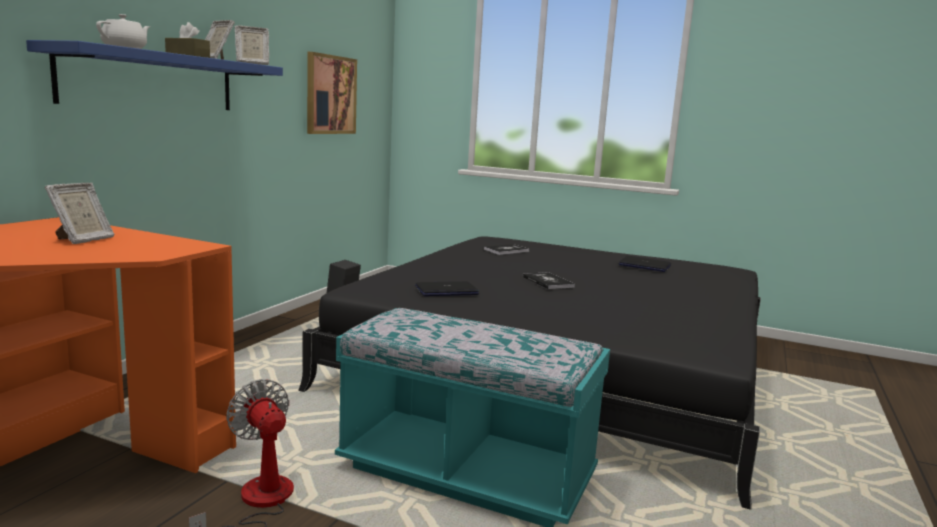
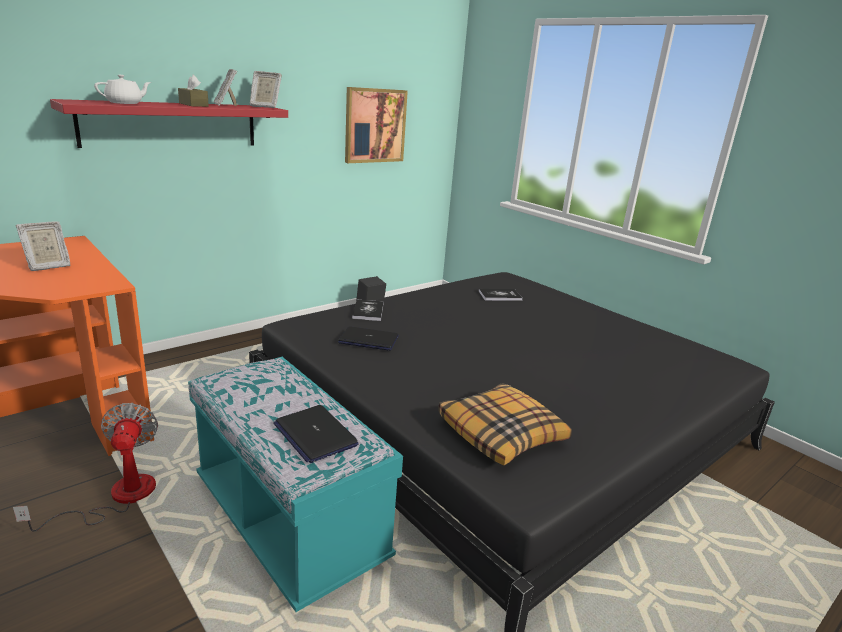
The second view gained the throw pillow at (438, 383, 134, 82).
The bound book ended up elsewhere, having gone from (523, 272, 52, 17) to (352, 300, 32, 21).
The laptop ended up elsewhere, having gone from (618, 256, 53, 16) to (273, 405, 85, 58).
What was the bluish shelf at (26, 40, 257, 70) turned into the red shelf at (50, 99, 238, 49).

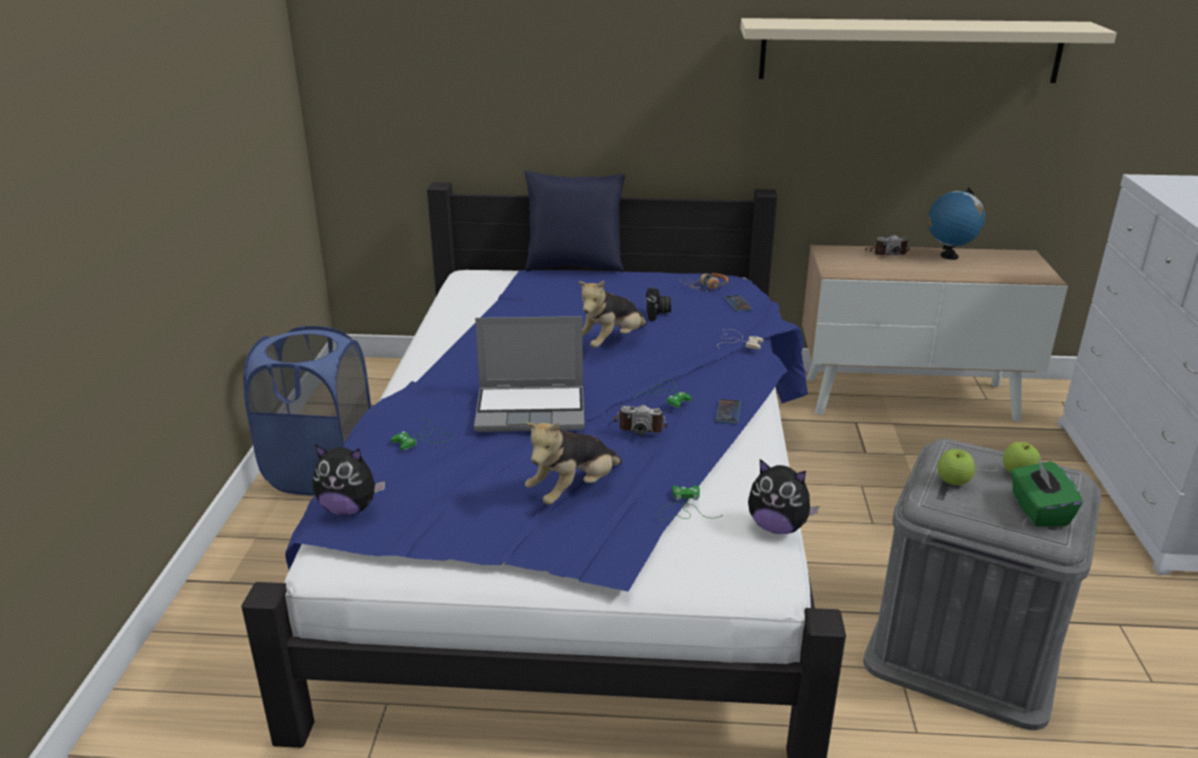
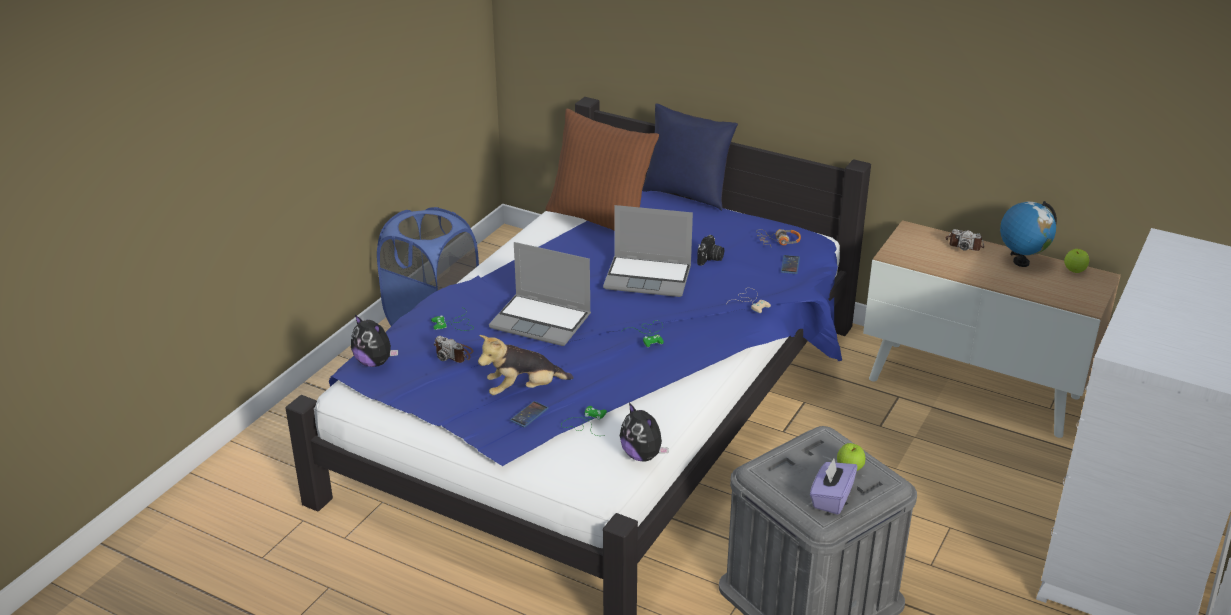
The second view lost the beige-coloured shelf at (740, 18, 377, 65).
The second view gained the brown throw pillow at (545, 108, 114, 122).
The photo camera ended up elsewhere, having gone from (613, 405, 55, 30) to (434, 336, 39, 27).
The phone ended up elsewhere, having gone from (715, 399, 26, 25) to (510, 401, 39, 27).
The apple fruit ended up elsewhere, having gone from (938, 449, 37, 37) to (1064, 249, 25, 24).
Where the soft toy stood at (578, 280, 69, 68), the laptop came to stand at (603, 205, 90, 92).
What was the greenish tissue holder at (1011, 458, 72, 69) turned into the purple-coloured tissue holder at (810, 458, 48, 57).

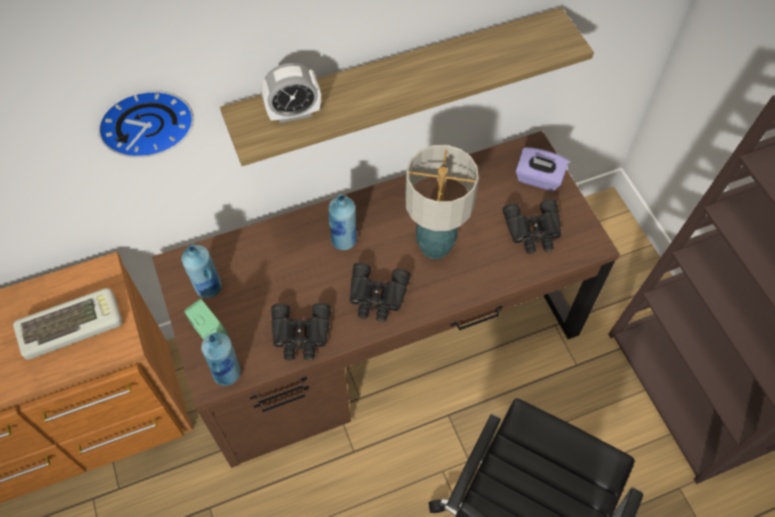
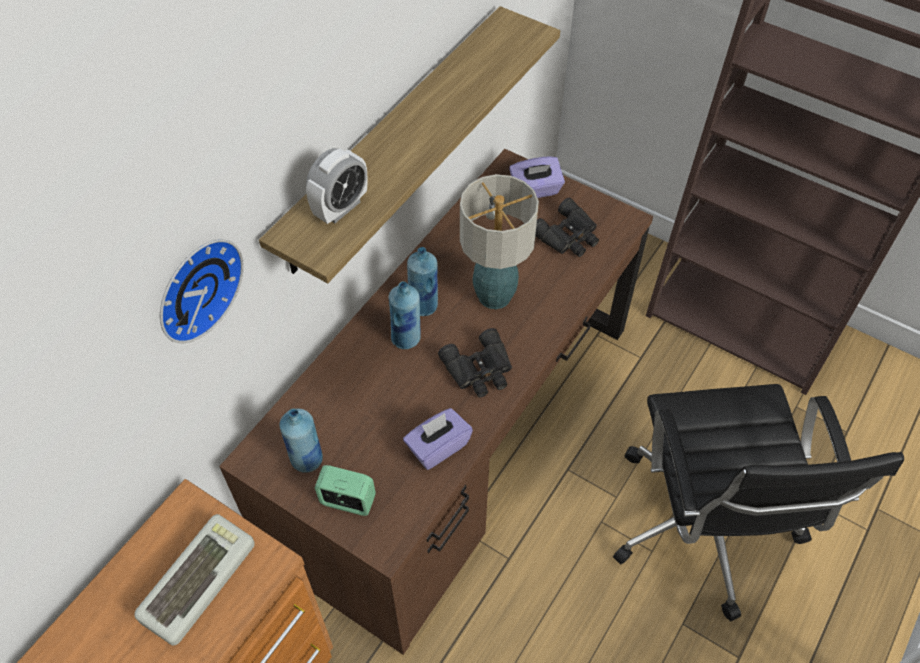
The bluish bottle ended up elsewhere, having gone from (201, 332, 40, 54) to (407, 247, 31, 69).
Where the blackish pair of binoculars stood at (271, 303, 60, 57), the purple-coloured tissue holder came to stand at (403, 408, 70, 62).

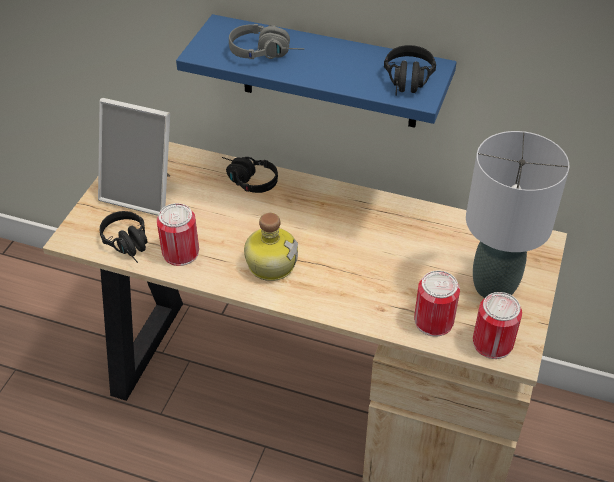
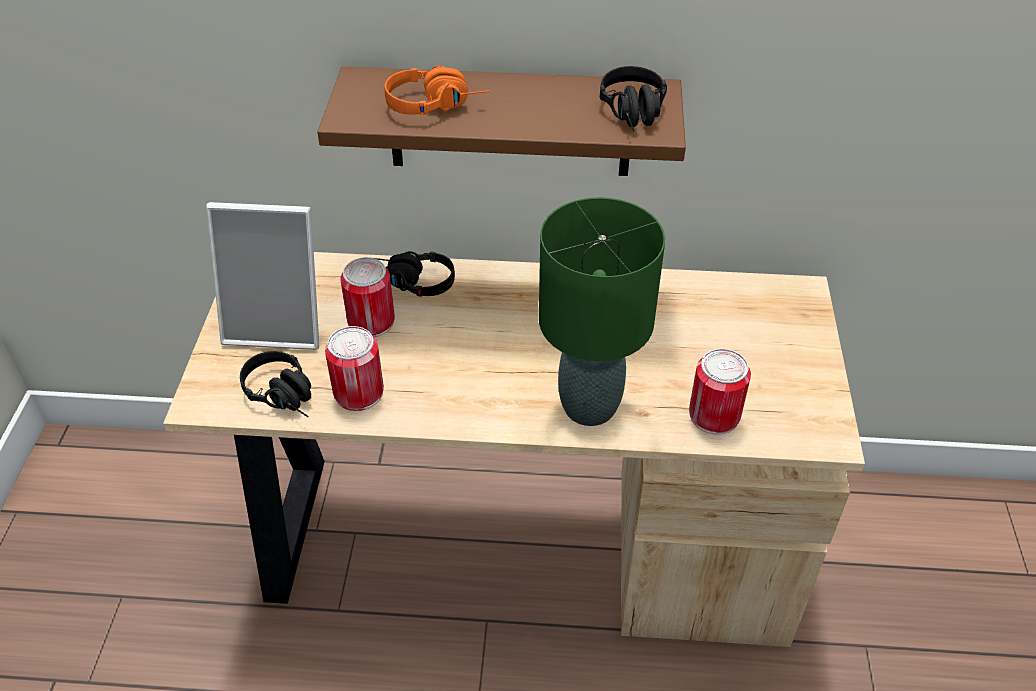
The second view lost the bottle at (244, 213, 54, 68).
The second view lost the grey tabletop lamp at (466, 131, 104, 167).
The second view gained the greenish tabletop lamp at (539, 197, 126, 229).
The metal can ended up elsewhere, having gone from (473, 292, 49, 67) to (340, 257, 55, 80).
What was the bluish shelf at (176, 14, 281, 114) turned into the brown shelf at (317, 67, 369, 109).
What was the grey headset at (229, 24, 75, 35) turned into the orangey headset at (384, 66, 106, 49).

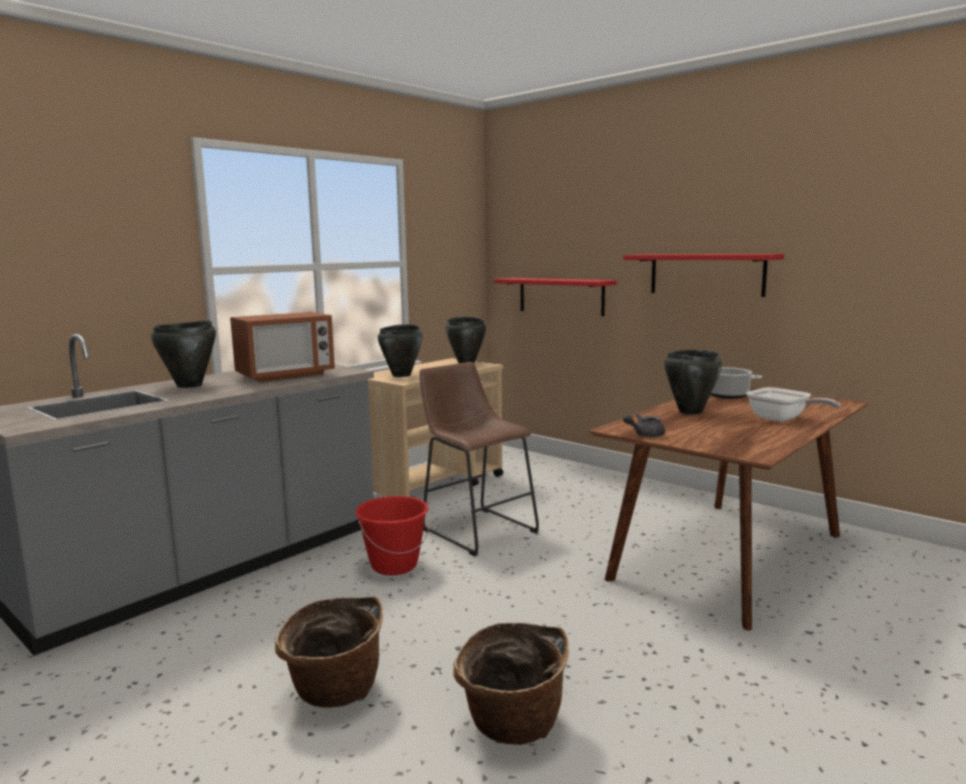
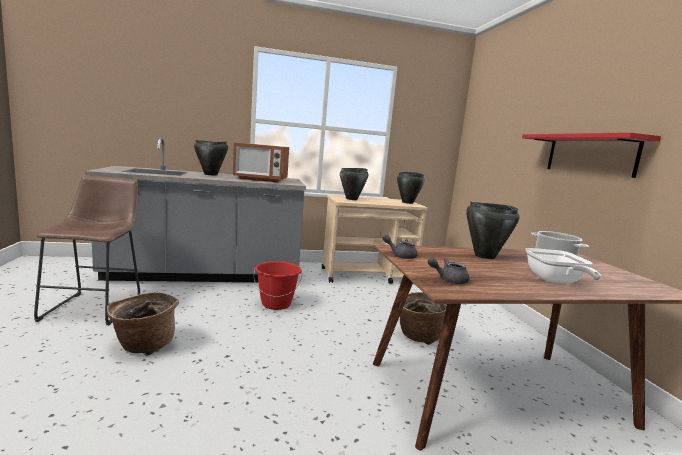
The second view lost the red shelf at (494, 278, 123, 38).
The second view gained the grey pot for tea at (427, 257, 42, 27).
The brown stool ended up elsewhere, having gone from (420, 362, 119, 194) to (34, 175, 106, 150).
The storage basket ended up elsewhere, having gone from (453, 623, 116, 122) to (400, 292, 47, 53).

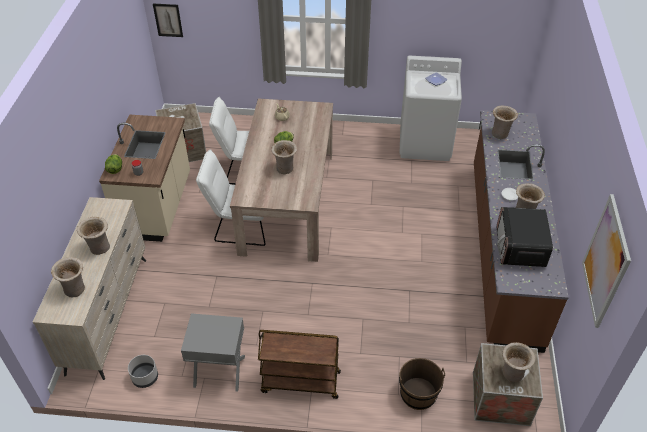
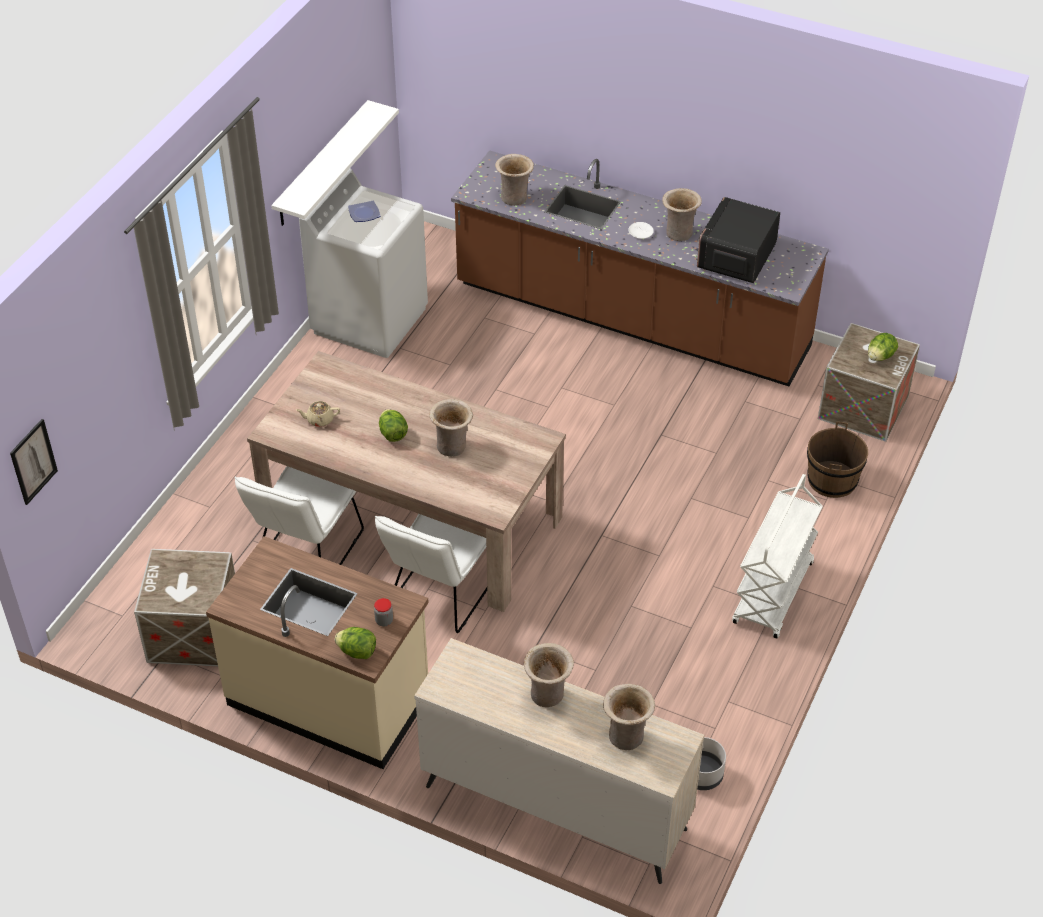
The second view lost the grey bedside table at (181, 313, 64, 79).
The second view lost the wall art at (582, 194, 49, 134).
The second view gained the white-coloured shelf at (271, 100, 128, 126).
Where the beige-coloured vase stood at (503, 342, 32, 40), the lettuce came to stand at (868, 333, 30, 28).
What was the brown wheeled cart at (258, 330, 83, 69) turned into the white-coloured wheeled cart at (732, 474, 91, 165).
The microwave oven at (497, 207, 56, 60) ended up facing another way, 90 degrees clockwise from before.

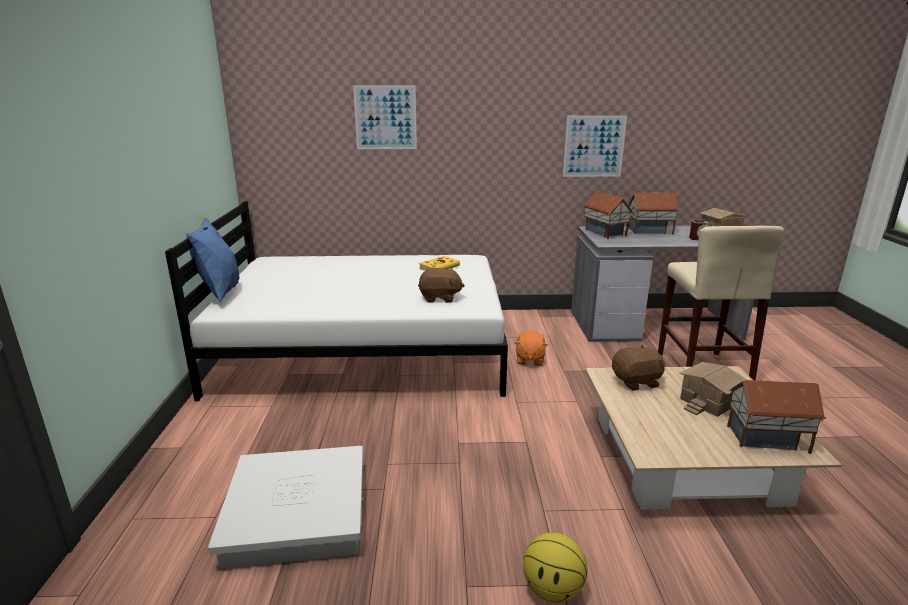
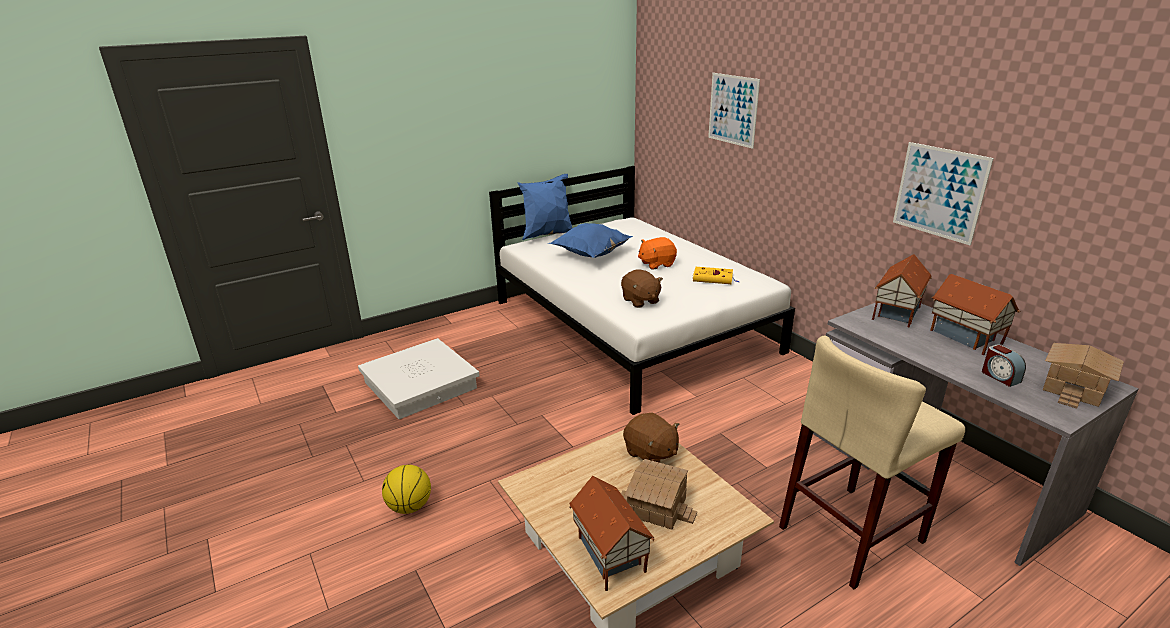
The second view gained the bluish throw pillow at (547, 223, 86, 35).
The orangey soft toy ended up elsewhere, having gone from (515, 331, 33, 35) to (638, 237, 39, 33).

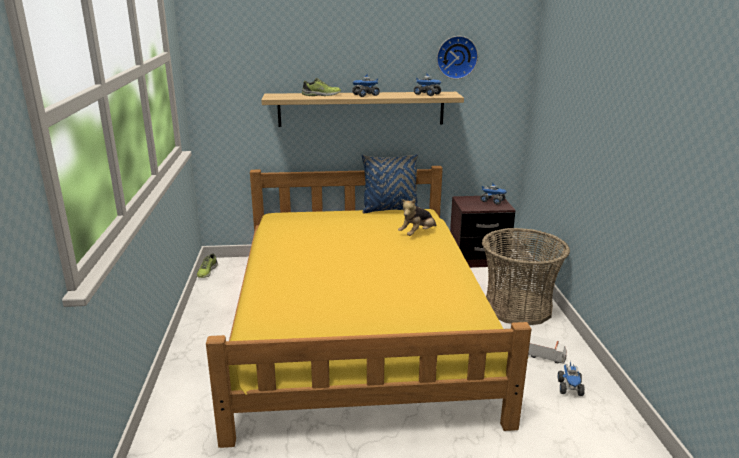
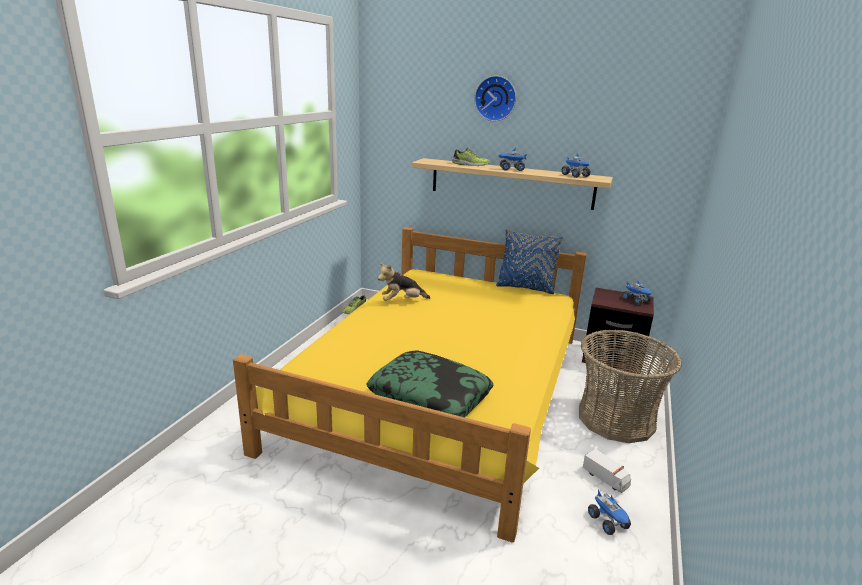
The second view gained the throw pillow at (366, 351, 128, 66).
The soft toy ended up elsewhere, having gone from (398, 199, 39, 37) to (378, 263, 52, 38).
The wall clock ended up elsewhere, having gone from (437, 36, 41, 43) to (474, 76, 42, 45).
The model truck at (558, 361, 27, 35) ended up facing another way, 60 degrees counterclockwise from before.

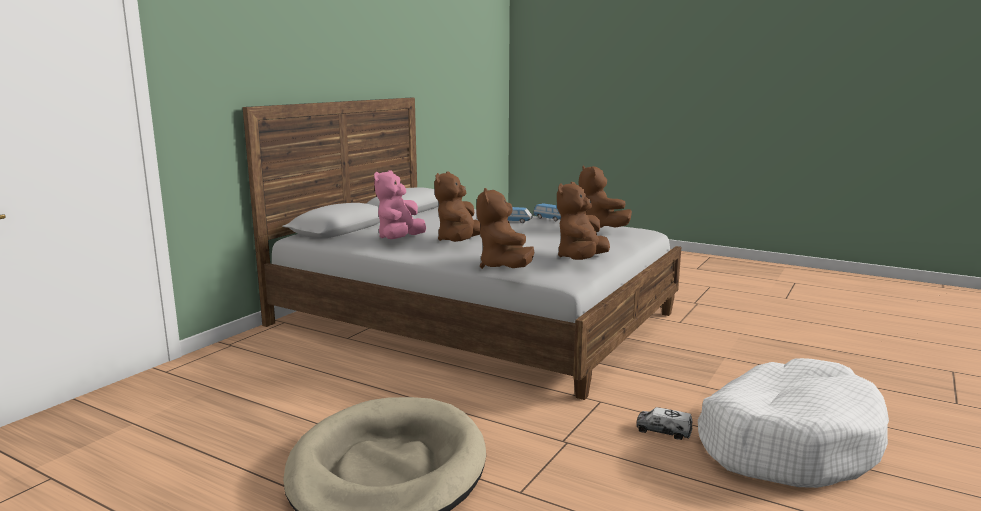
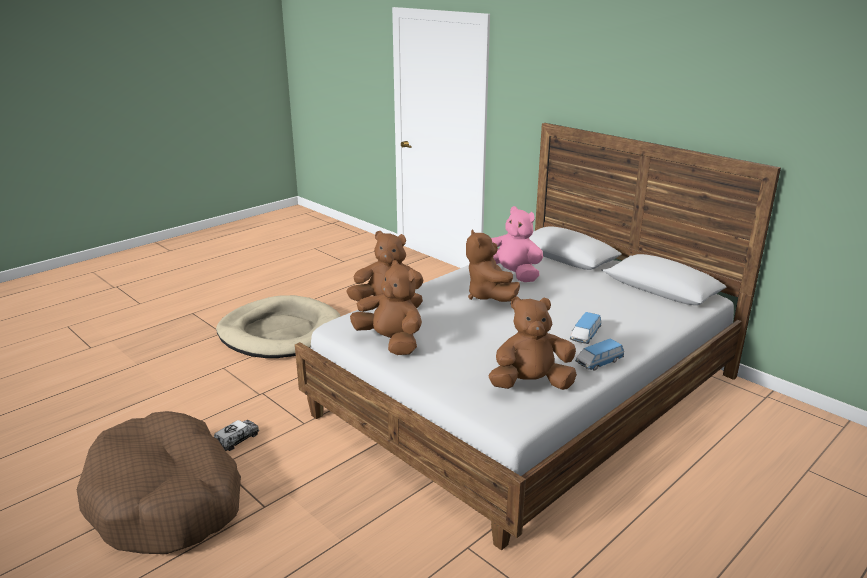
What was the white-coloured pet bed at (698, 358, 191, 130) turned into the brown pet bed at (77, 411, 164, 143).
The brown soft toy at (434, 171, 47, 71) ended up facing another way, 135 degrees counterclockwise from before.

